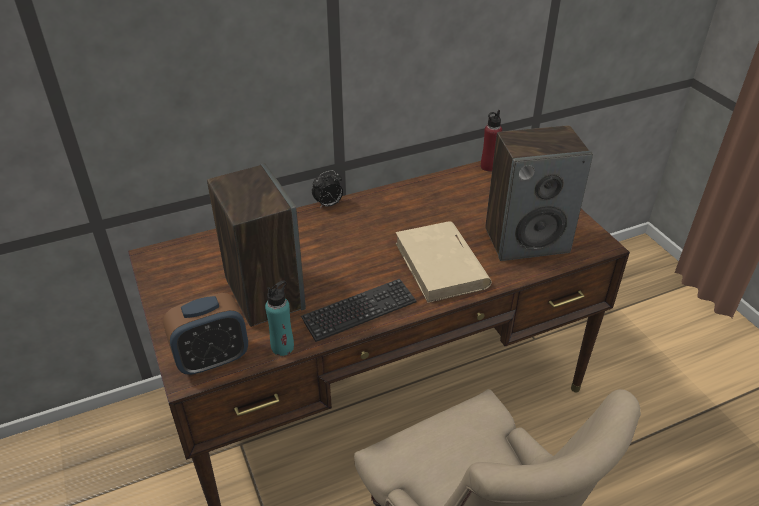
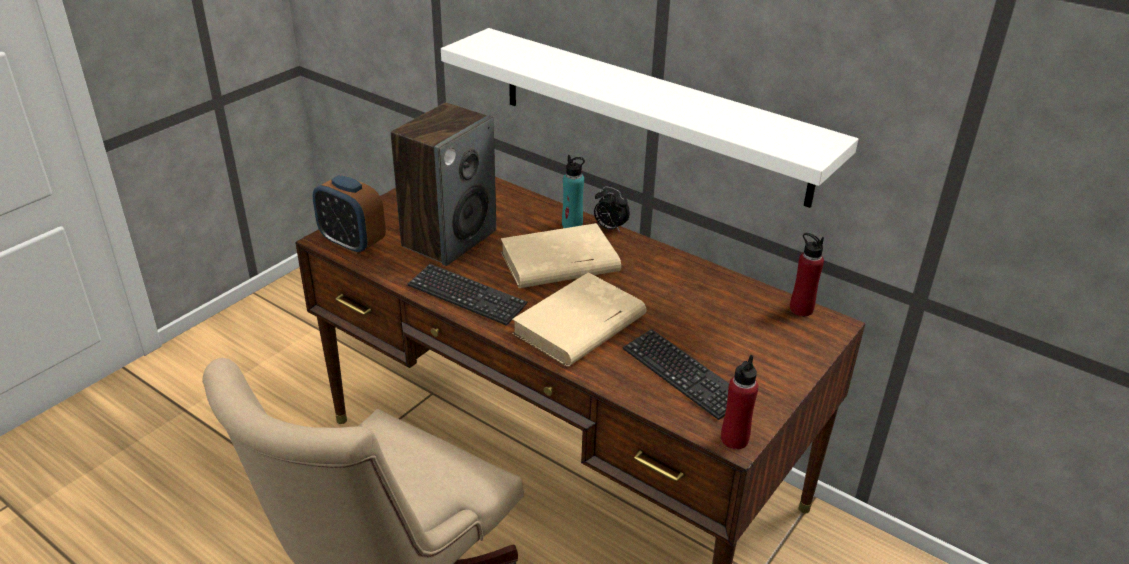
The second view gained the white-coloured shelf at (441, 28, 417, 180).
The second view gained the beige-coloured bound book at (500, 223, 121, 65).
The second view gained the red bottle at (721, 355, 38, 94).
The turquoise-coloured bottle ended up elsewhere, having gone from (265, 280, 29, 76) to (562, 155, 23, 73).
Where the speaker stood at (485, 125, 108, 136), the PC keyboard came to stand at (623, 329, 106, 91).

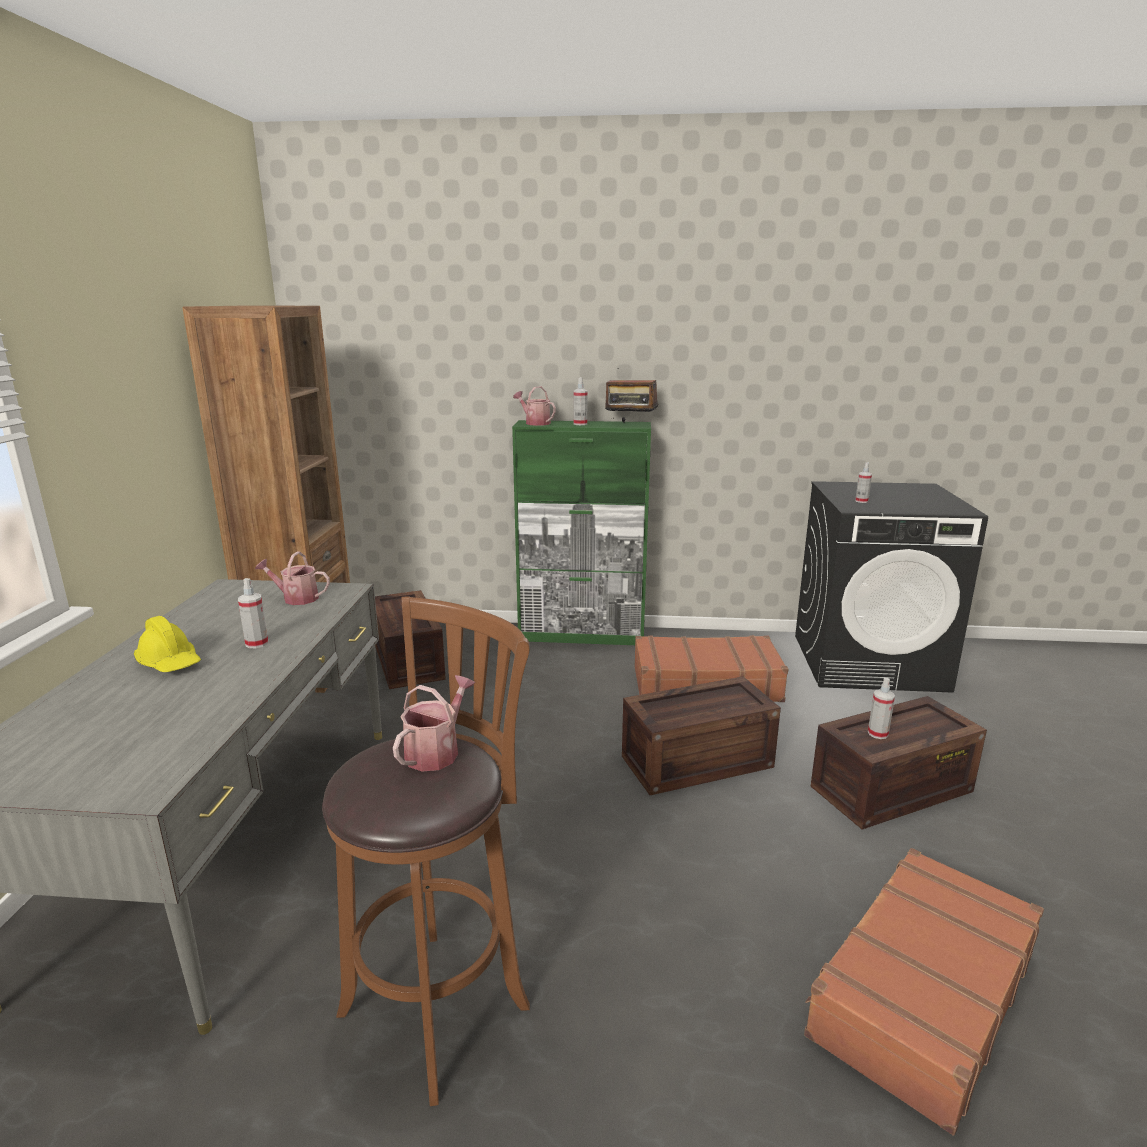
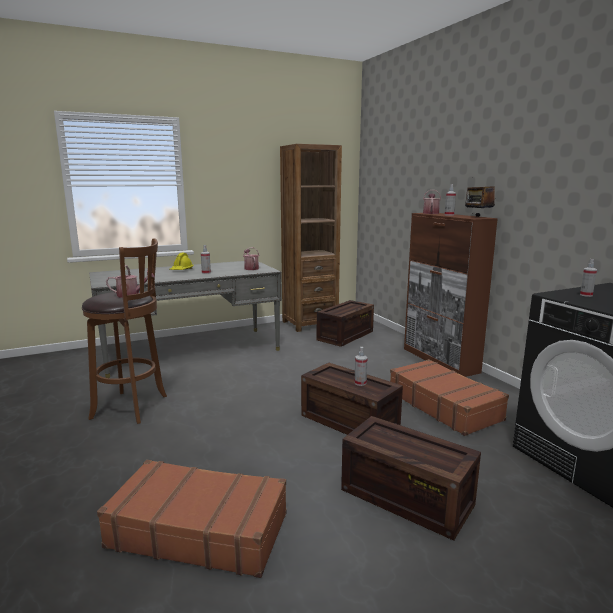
The spray bottle ended up elsewhere, having gone from (868, 677, 27, 62) to (354, 347, 13, 39).
What was the greenish cupboard at (512, 420, 139, 225) turned into the brown cupboard at (404, 213, 94, 164).

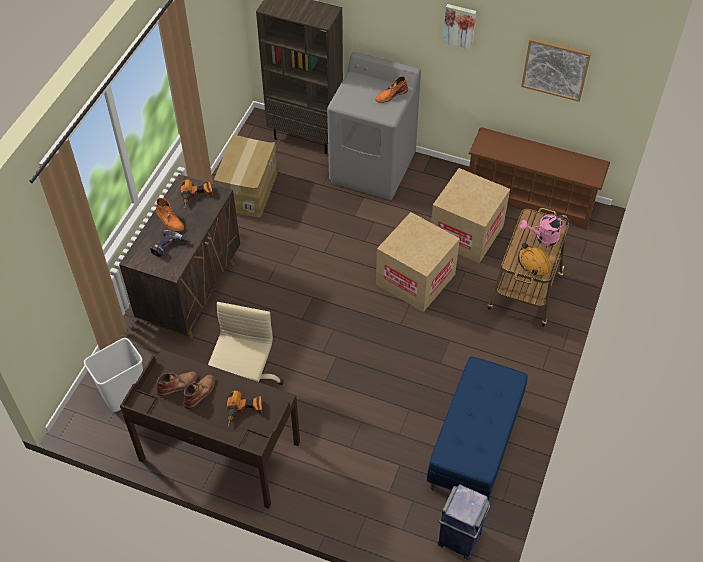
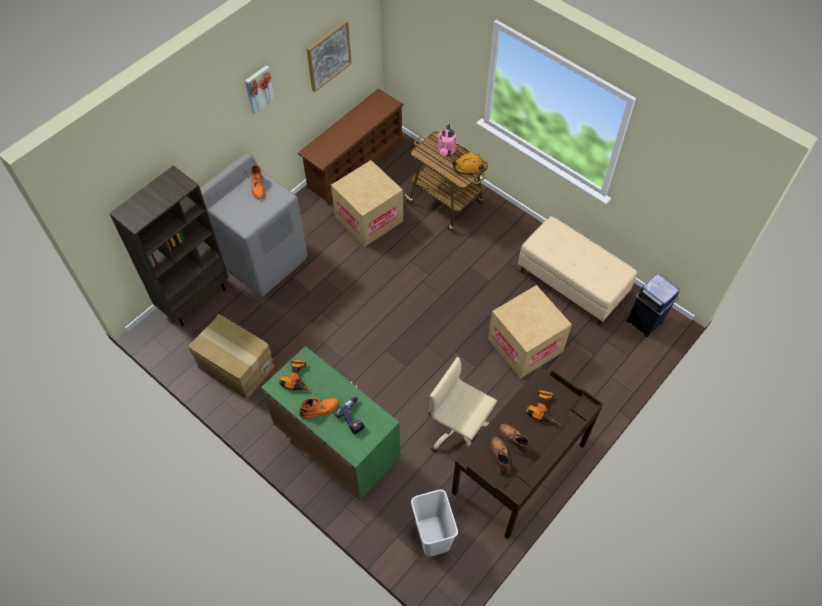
The packing box ended up elsewhere, having gone from (376, 212, 84, 100) to (488, 285, 84, 94).
What was the brown cupboard at (119, 174, 121, 165) turned into the greenish cupboard at (261, 346, 139, 154).
What was the bluish indoor bench at (426, 356, 101, 145) turned into the beige-coloured indoor bench at (518, 216, 119, 110).

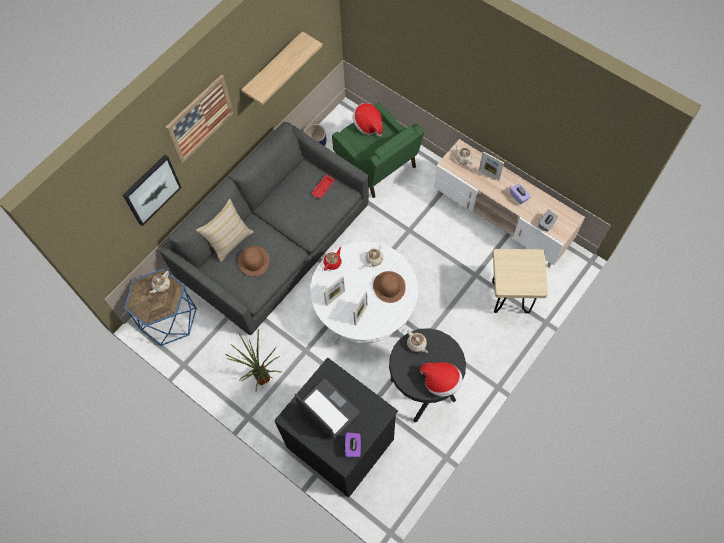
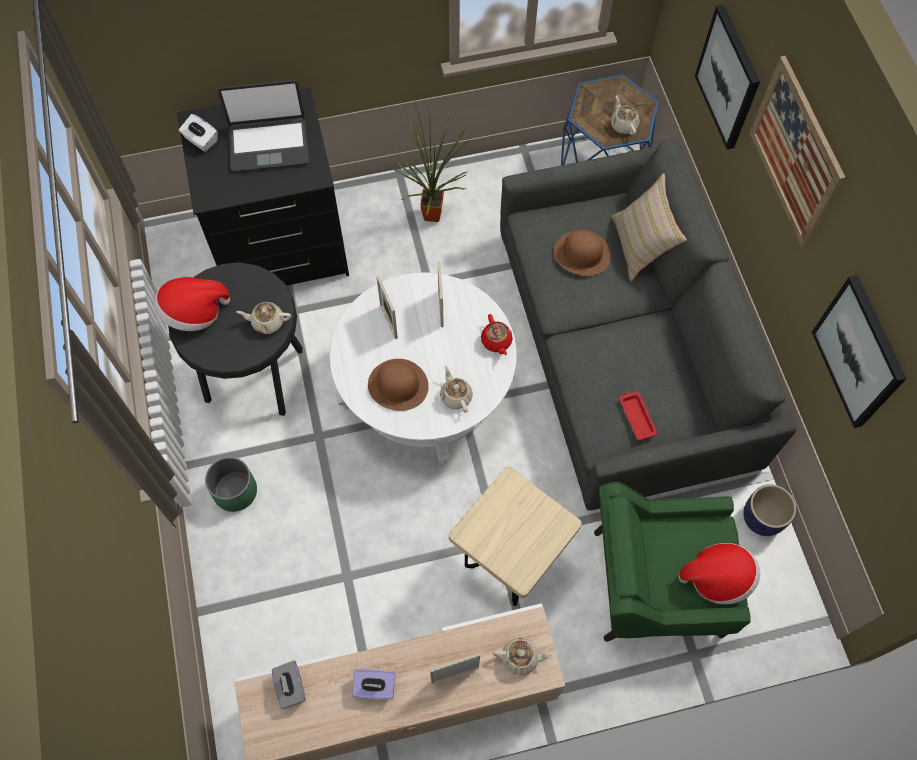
The second view gained the greenish planter at (205, 457, 52, 55).
The beige-coloured stool ended up elsewhere, having gone from (492, 249, 56, 64) to (449, 466, 133, 140).
Where the shelf hung at (242, 31, 81, 74), the wall art came to hang at (812, 275, 95, 153).
What was the purple-coloured tissue holder at (345, 433, 16, 24) turned into the white-coloured tissue holder at (179, 114, 39, 38).

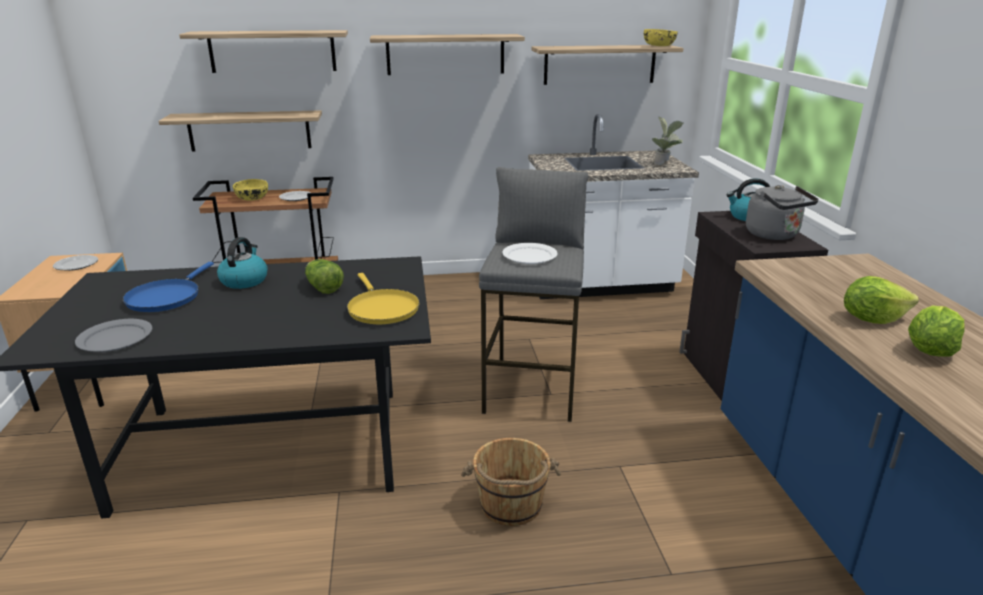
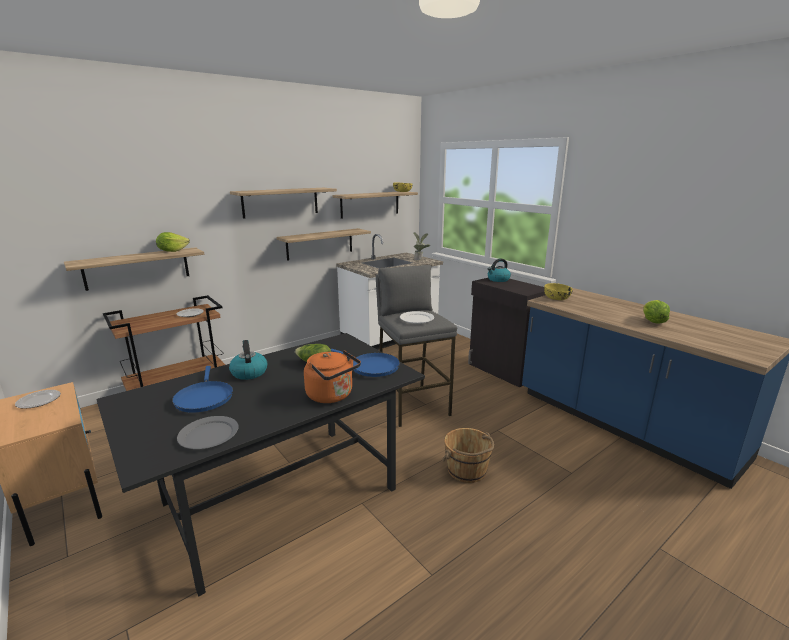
The second view lost the grey tea kettle at (746, 185, 72, 55).
The second view gained the orangey tea kettle at (304, 350, 57, 53).
The shelf ended up elsewhere, having gone from (179, 30, 169, 43) to (276, 228, 95, 33).
The yellow-coloured deep dish ended up elsewhere, having gone from (233, 179, 35, 22) to (544, 283, 29, 17).
The lettuce ended up elsewhere, having gone from (844, 276, 75, 48) to (156, 232, 34, 20).
What was the yellow-coloured skillet at (347, 273, 73, 51) turned into the bluish skillet at (331, 349, 69, 28).

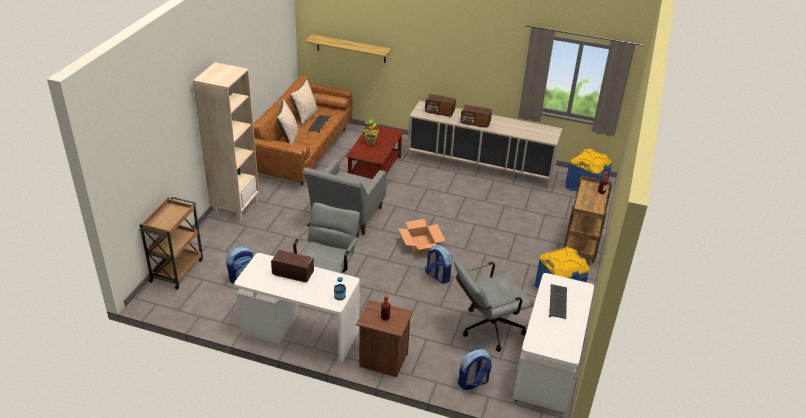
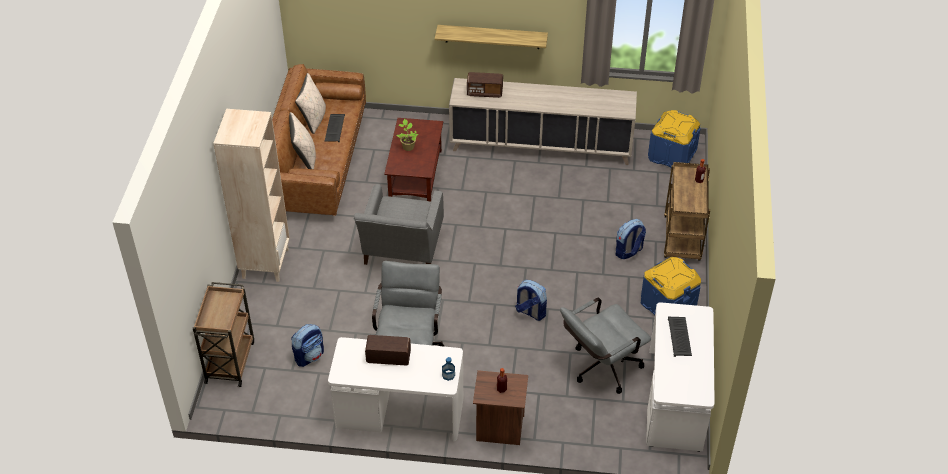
The second view lost the packing box at (398, 219, 48, 36).
The second view lost the radio receiver at (460, 105, 32, 23).
The shelf ended up elsewhere, having gone from (305, 34, 87, 29) to (435, 25, 113, 24).
The rucksack ended up elsewhere, having gone from (458, 349, 34, 41) to (616, 219, 30, 40).

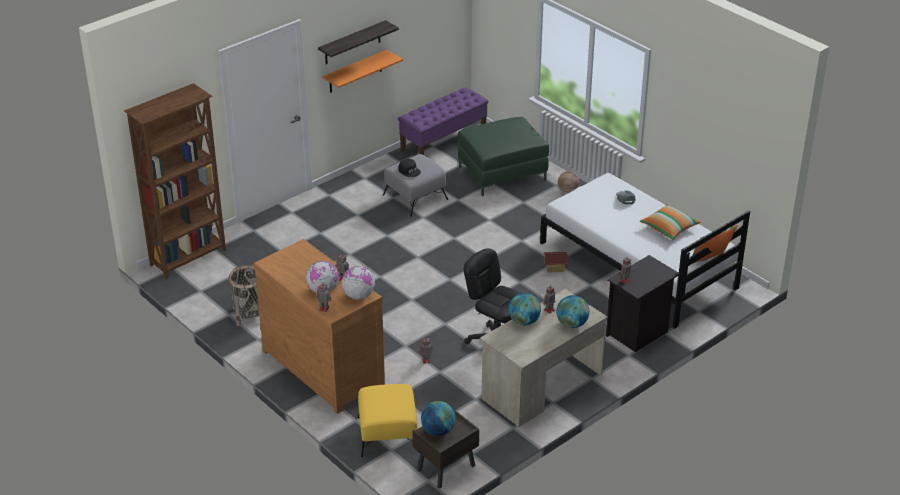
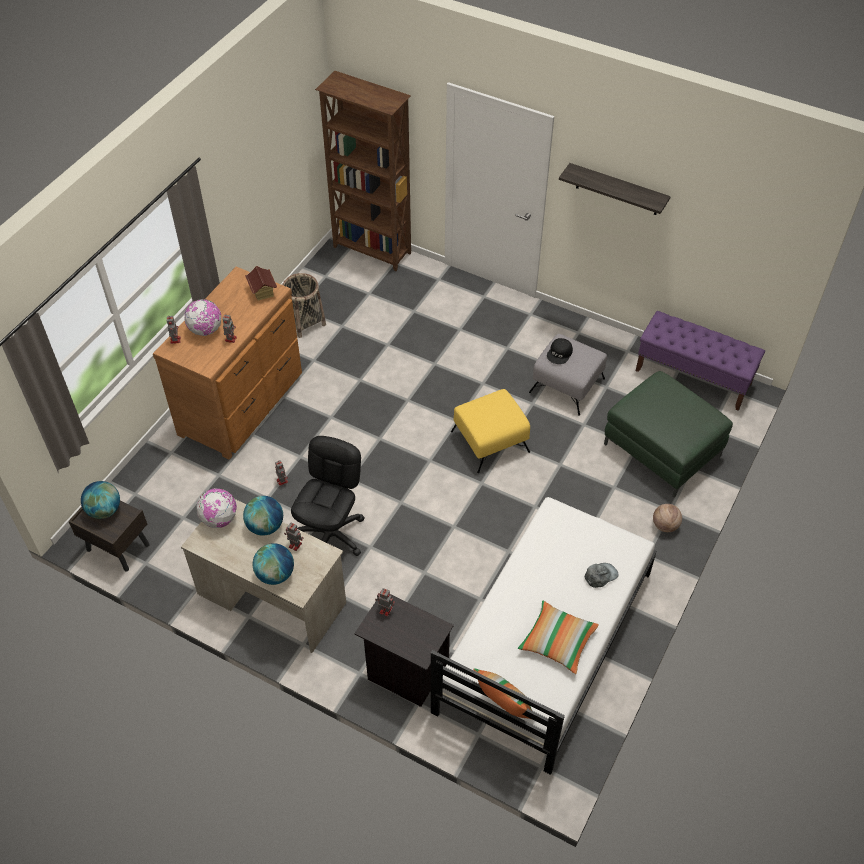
The second view lost the orangey shelf at (323, 50, 80, 43).
The world globe ended up elsewhere, having gone from (341, 266, 34, 34) to (196, 488, 41, 40).
The yellow-coloured footrest ended up elsewhere, having gone from (358, 384, 61, 73) to (451, 389, 79, 84).
The toy house ended up elsewhere, having gone from (543, 252, 25, 20) to (245, 266, 32, 35).

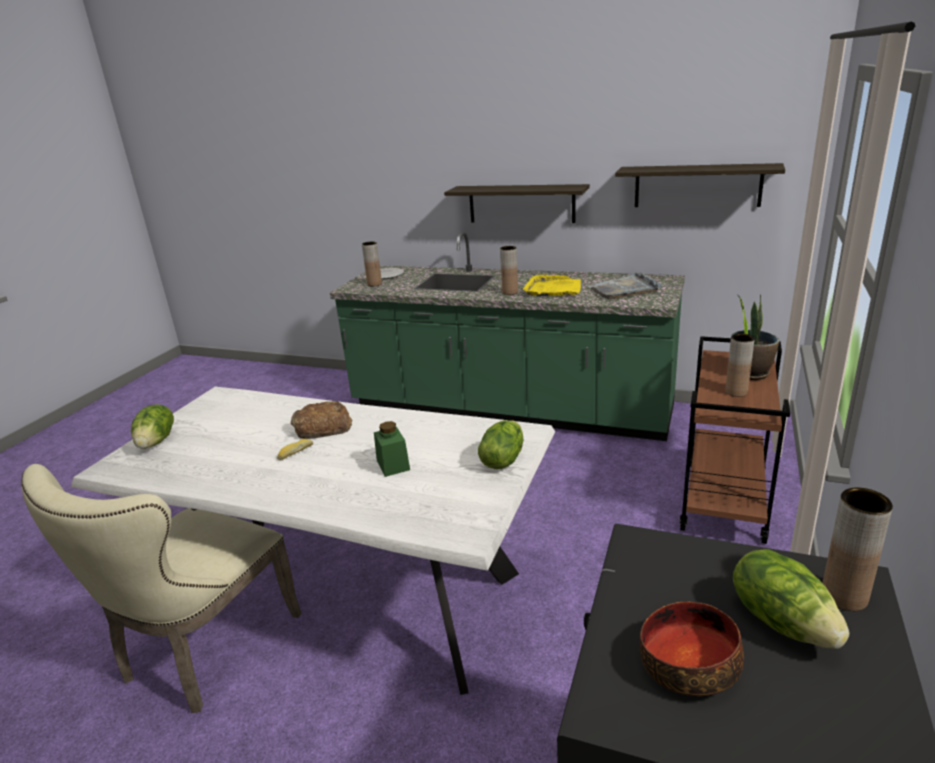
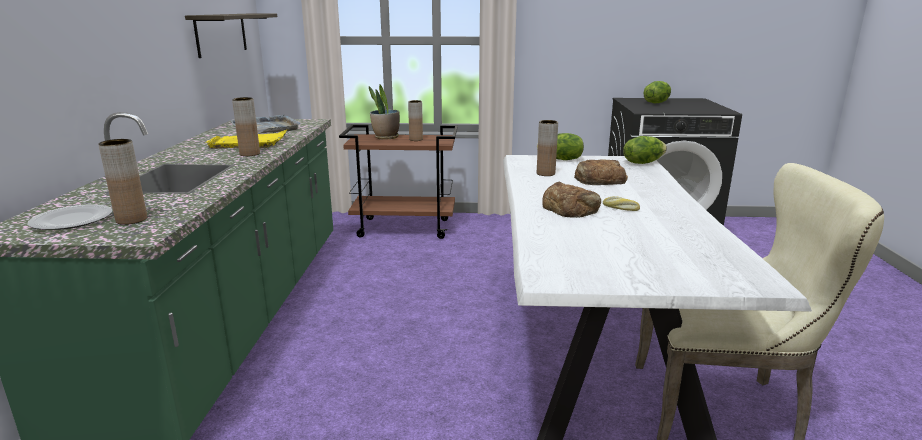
The second view lost the shelf at (444, 184, 146, 39).
The second view lost the deep dish at (640, 601, 104, 95).
The lettuce ended up elsewhere, having gone from (131, 404, 43, 45) to (623, 136, 44, 28).
The brown vase ended up elsewhere, having gone from (823, 488, 70, 123) to (537, 120, 21, 56).
Where the greenish jar stood at (374, 421, 36, 56), the baked bread came to stand at (574, 159, 54, 26).

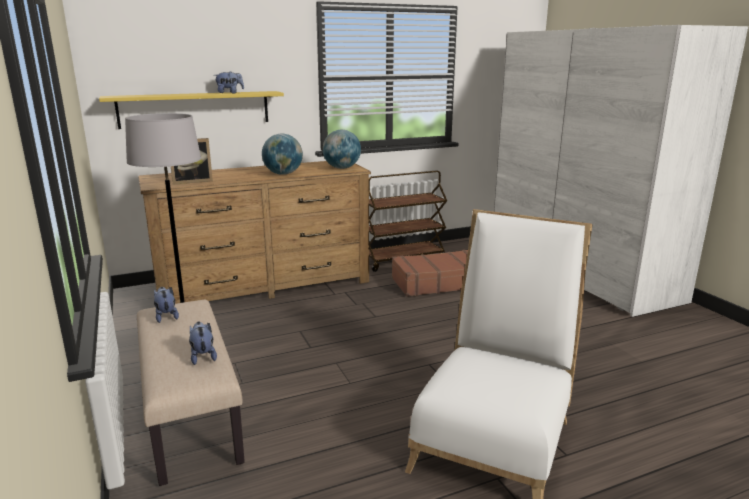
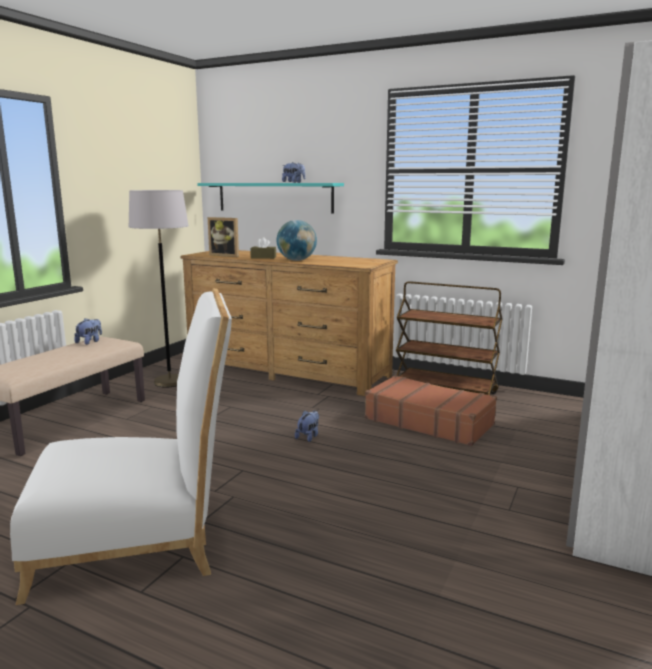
The second view lost the world globe at (322, 130, 39, 39).
The second view gained the brown tissue holder at (250, 237, 26, 22).
The soft toy ended up elsewhere, having gone from (189, 321, 28, 44) to (295, 410, 24, 32).
What was the yellow-coloured shelf at (99, 91, 185, 38) turned into the turquoise-coloured shelf at (197, 183, 147, 30).

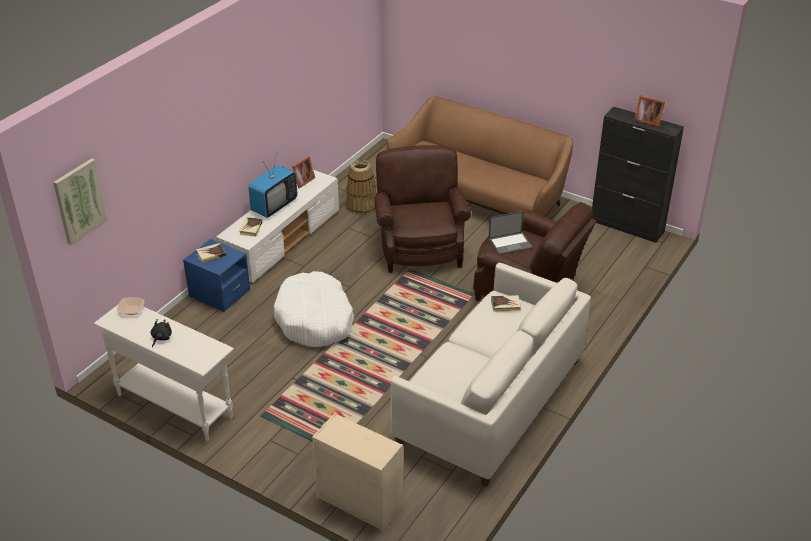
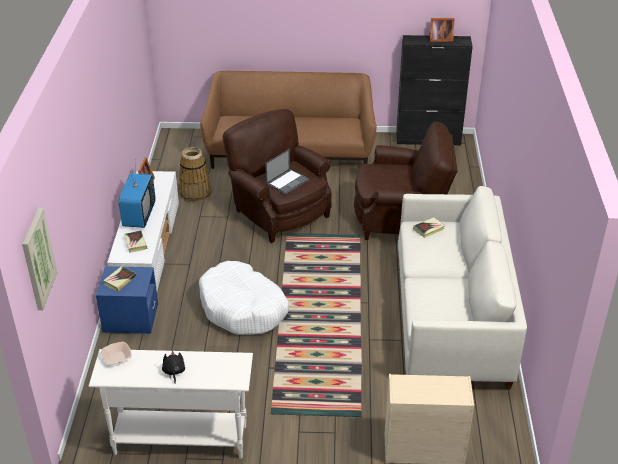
The laptop ended up elsewhere, having gone from (488, 211, 45, 44) to (265, 149, 44, 46).

